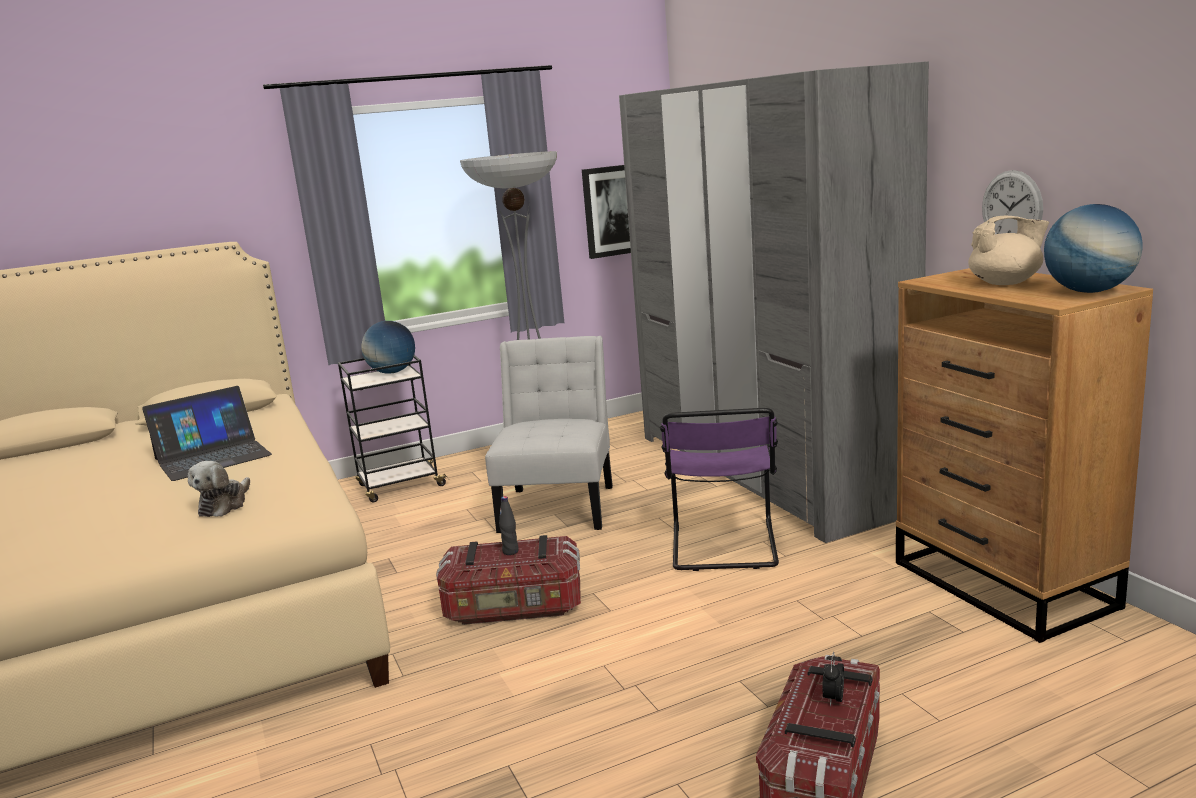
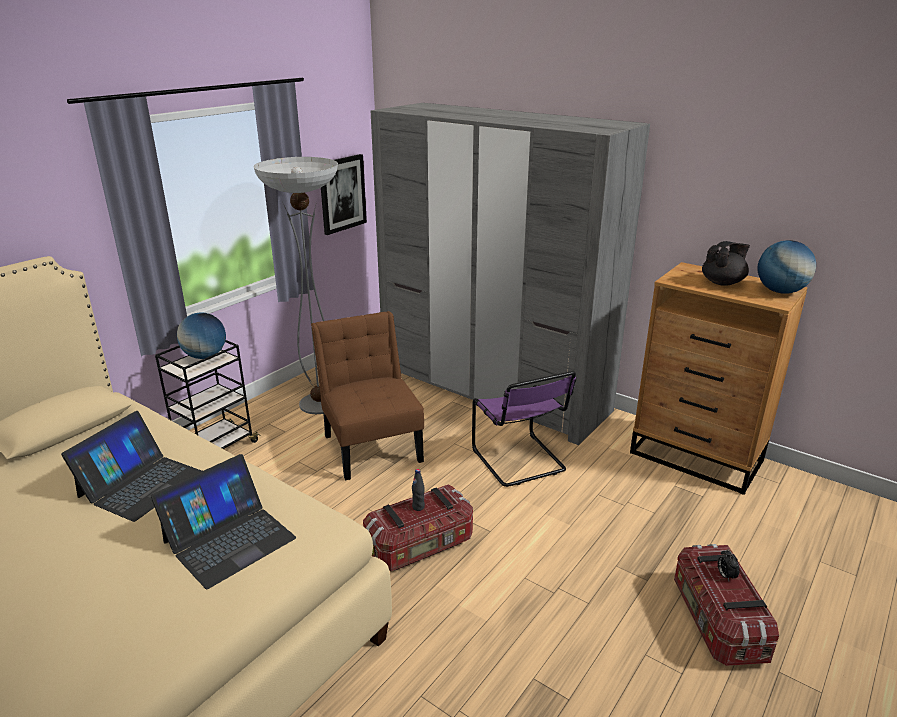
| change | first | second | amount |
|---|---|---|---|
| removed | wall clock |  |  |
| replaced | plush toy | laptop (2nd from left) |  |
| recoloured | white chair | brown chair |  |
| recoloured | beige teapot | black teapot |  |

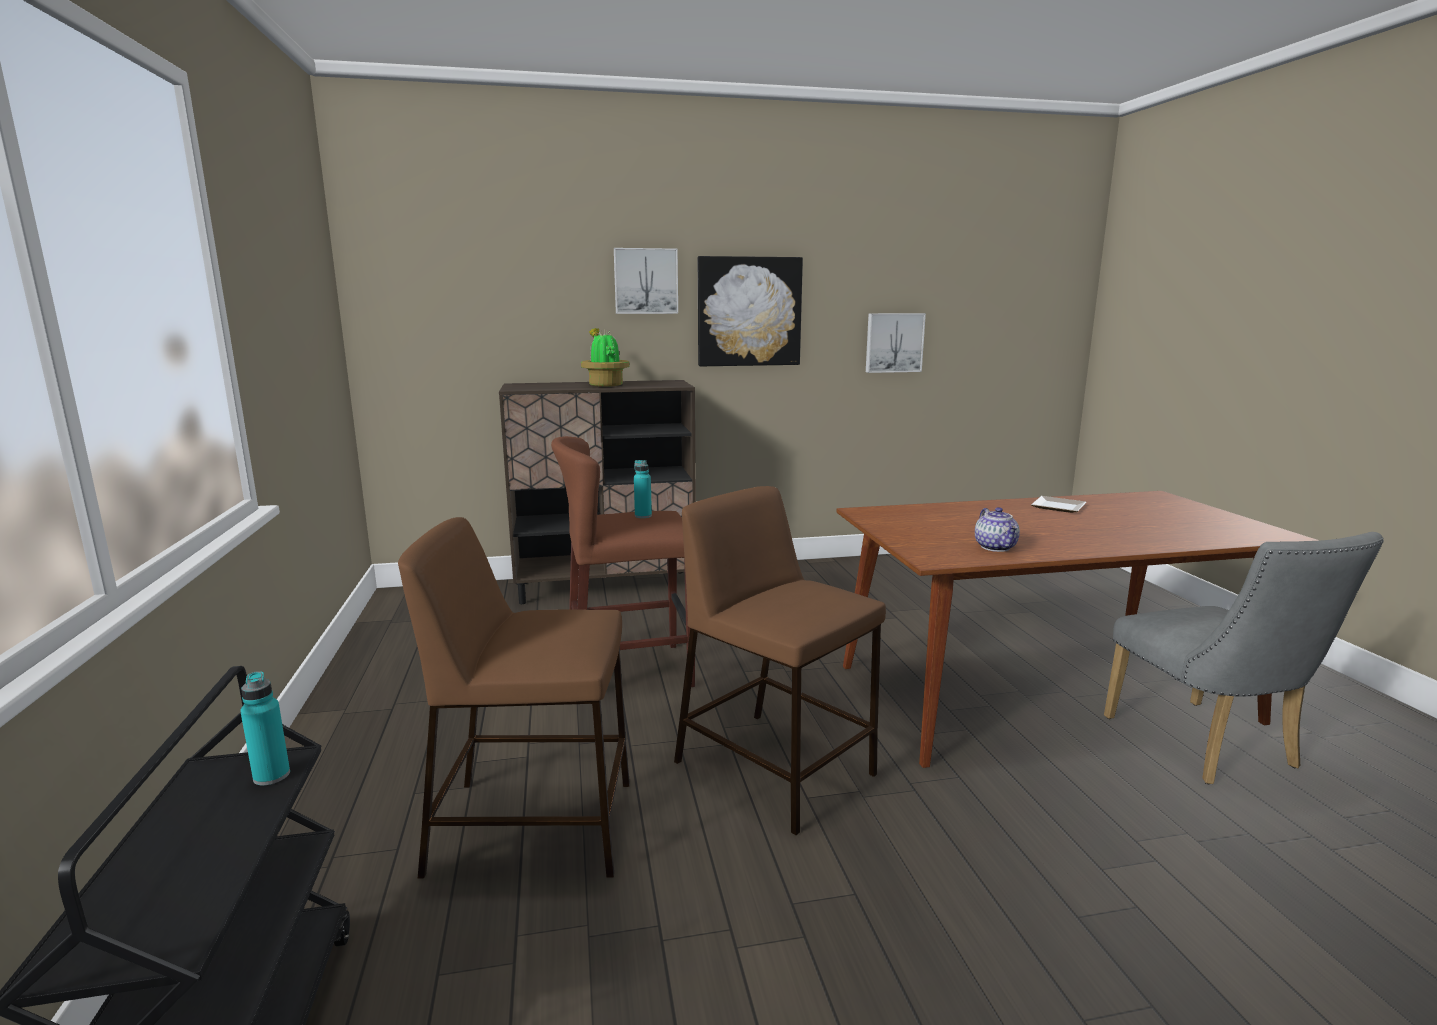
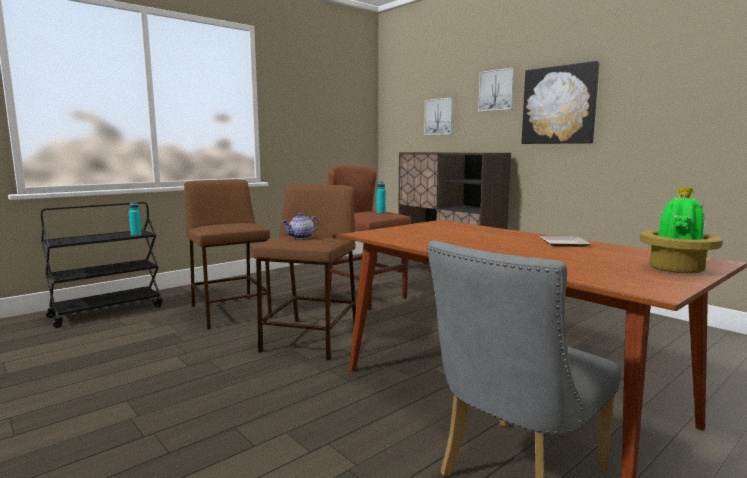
| change | first | second | amount |
|---|---|---|---|
| moved | potted plant |  |  |
| moved | picture (3rd from left in the first image) | picture (1st from left) |  |
| moved | teapot |  |  |

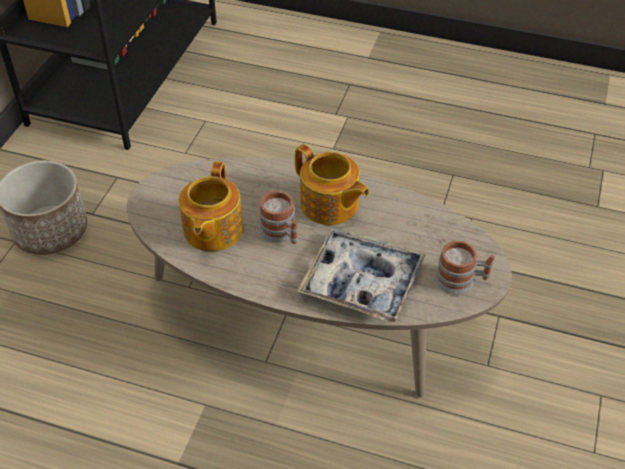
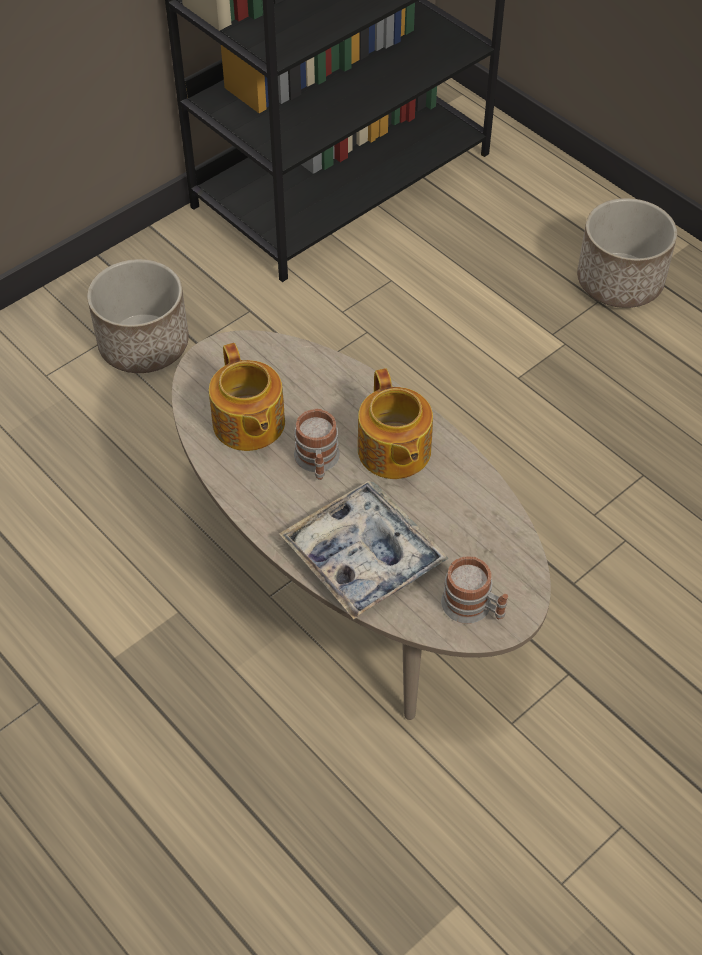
| change | first | second | amount |
|---|---|---|---|
| added |  | planter (2nd from left) |  |
| turned | teapot (1st from left) |  | 60 degrees counterclockwise |

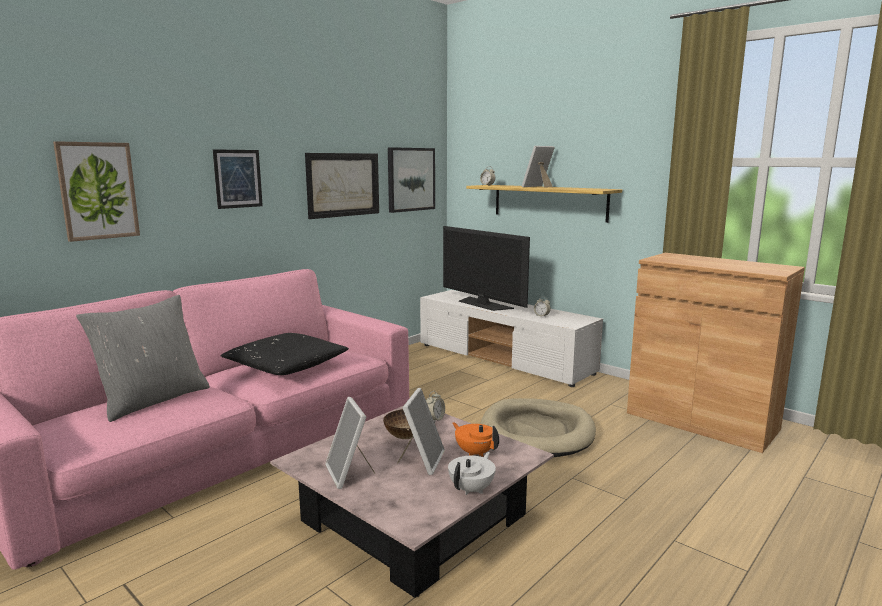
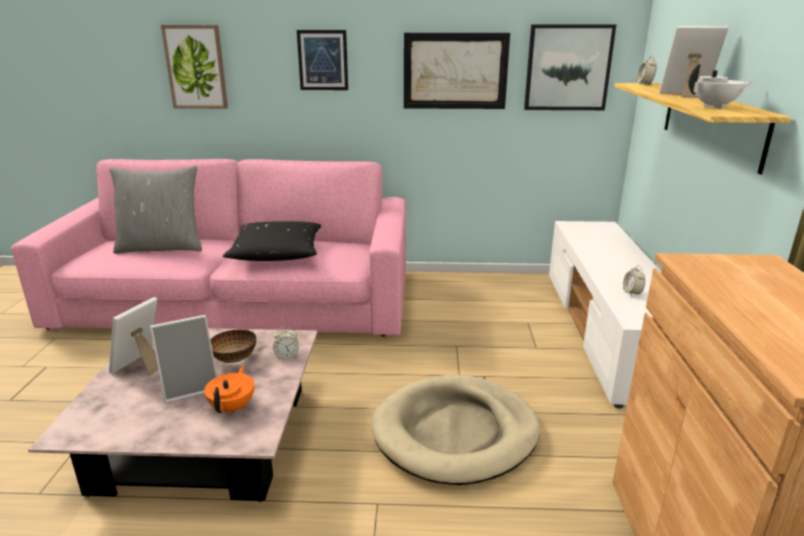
| change | first | second | amount |
|---|---|---|---|
| removed | television |  |  |
| moved | white teapot |  |  |

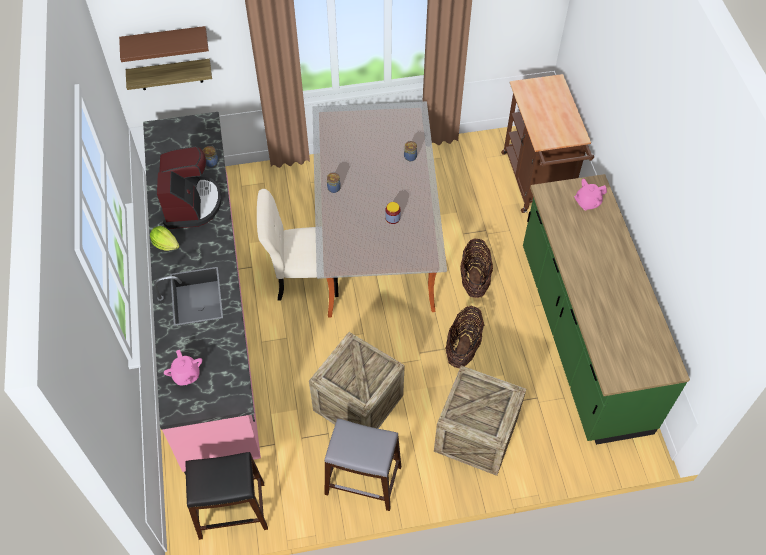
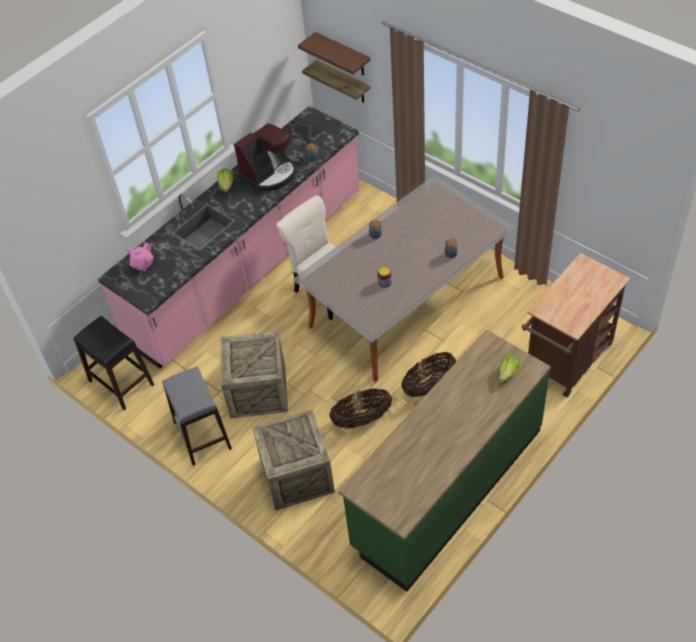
| change | first | second | amount |
|---|---|---|---|
| replaced | pink teapot (2nd from left) | lettuce (2nd from left) |  |

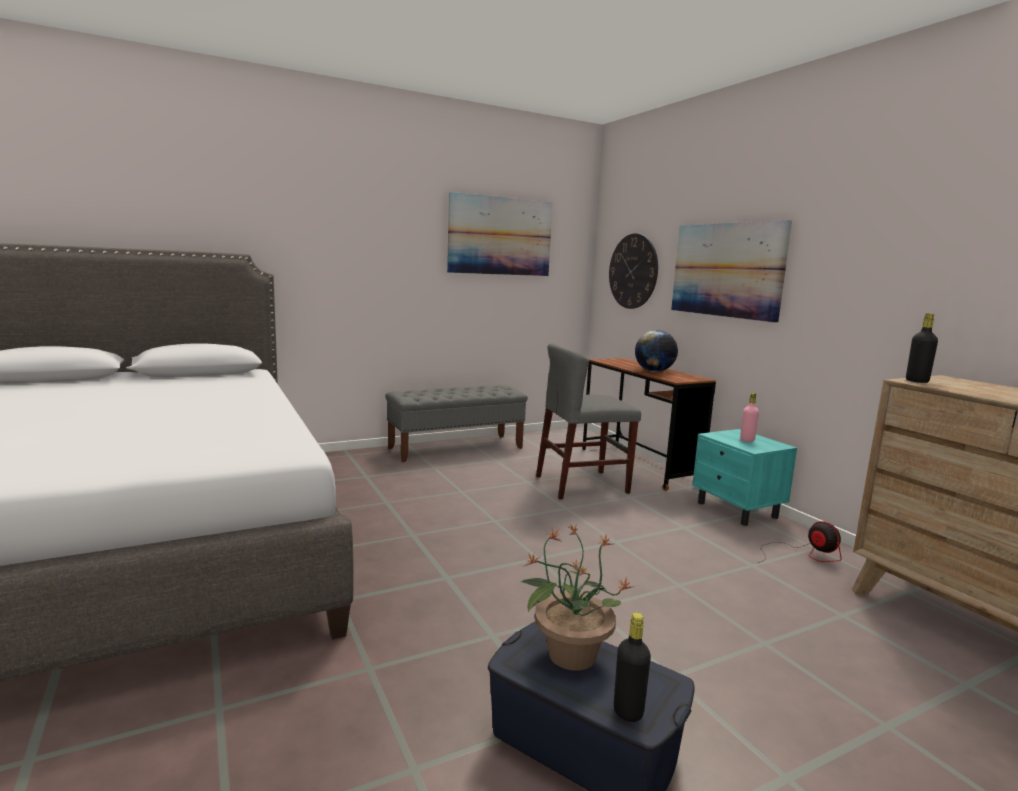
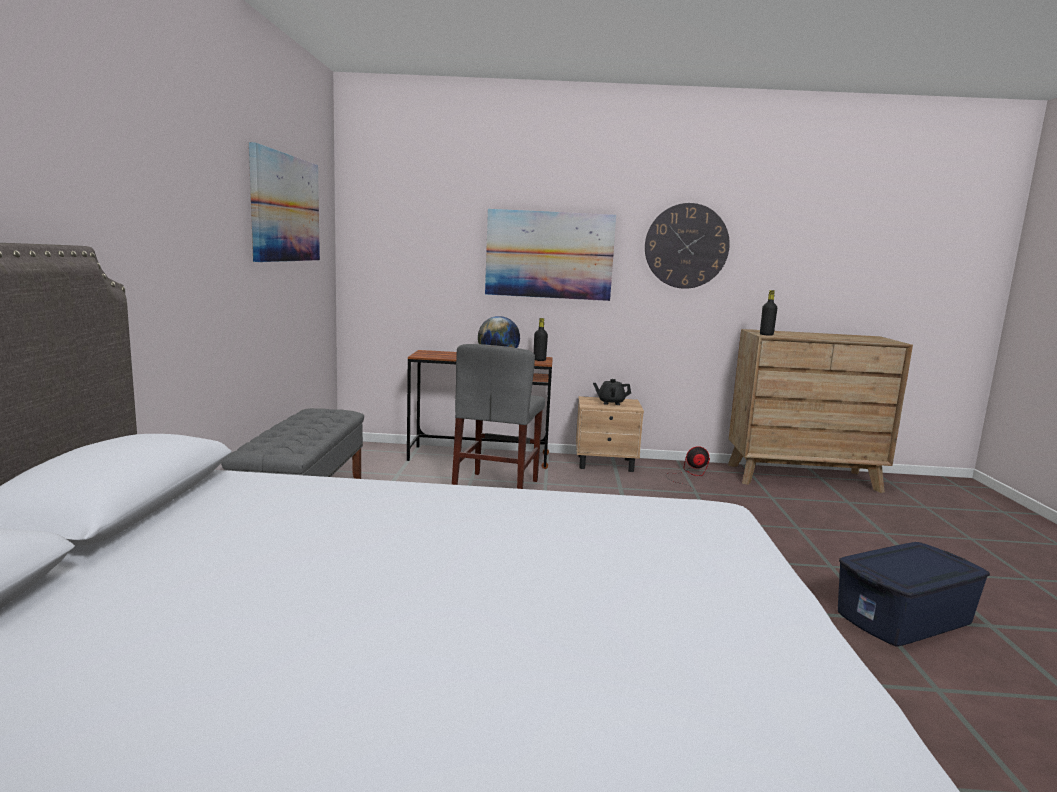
| change | first | second | amount |
|---|---|---|---|
| removed | potted plant |  |  |
| moved | wall clock |  |  |
| moved | black bottle (1st from left) |  |  |
| replaced | pink bottle | black teapot |  |
| recoloured | turquoise nightstand | beige nightstand |  |

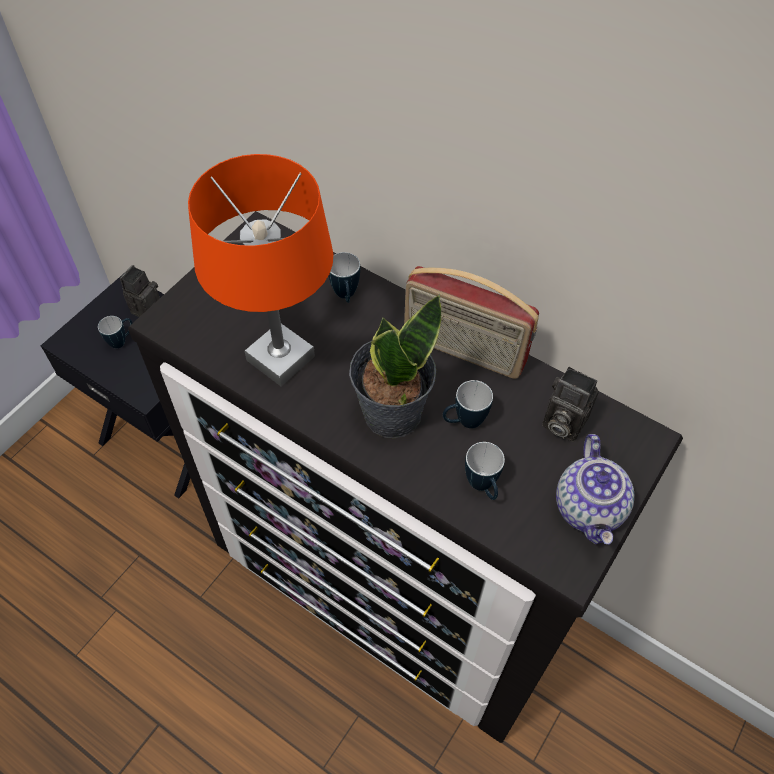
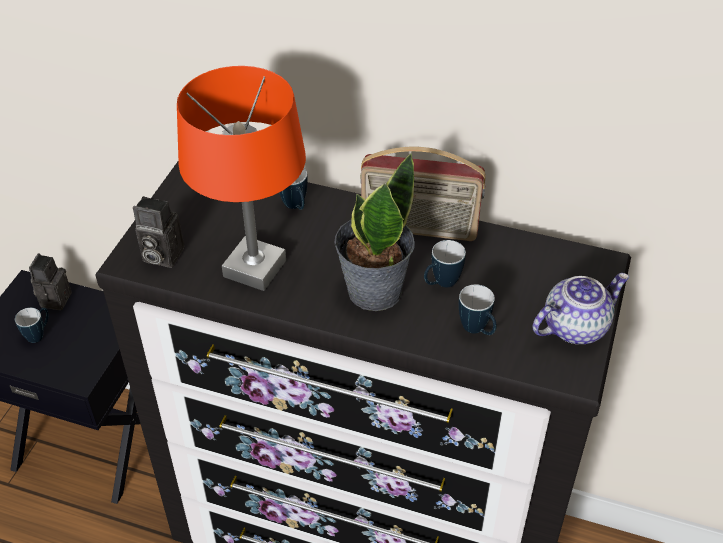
| change | first | second | amount |
|---|---|---|---|
| moved | photo camera (2nd from left) |  |  |
| turned | teapot |  | 105 degrees counterclockwise |

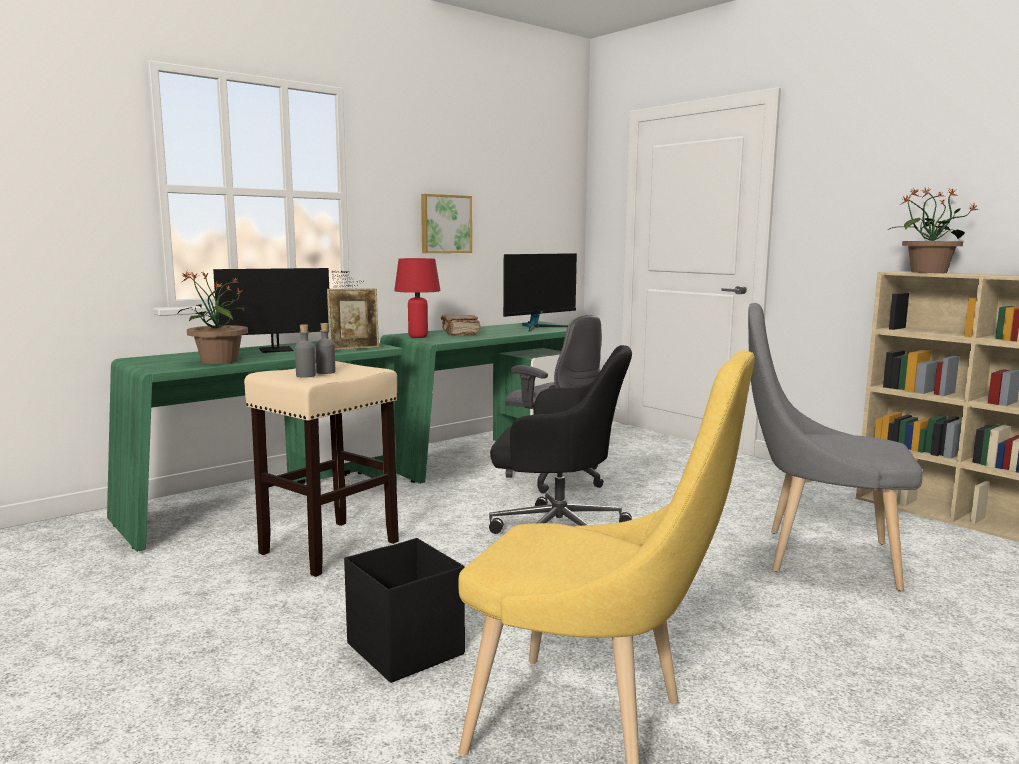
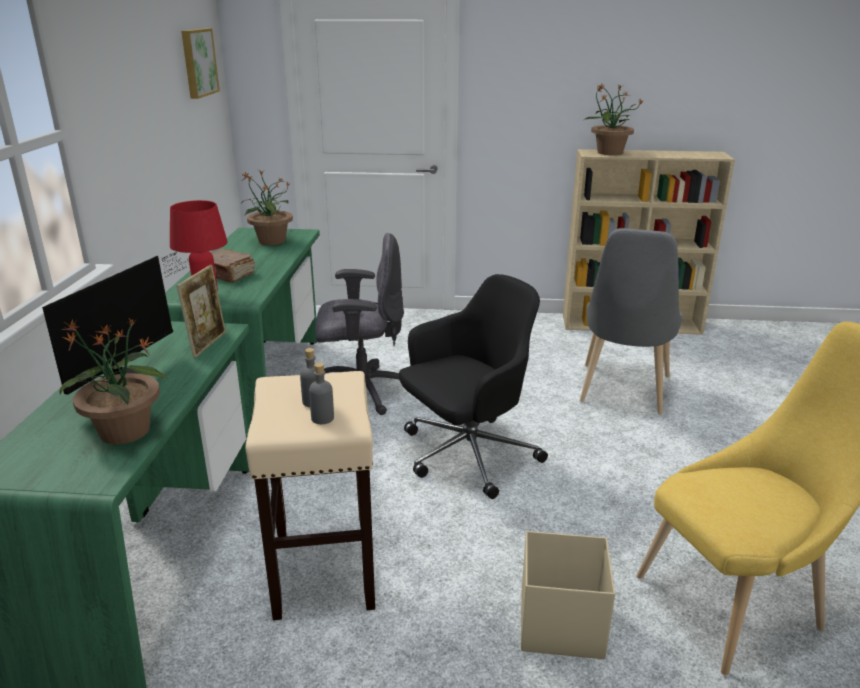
| change | first | second | amount |
|---|---|---|---|
| moved | picture |  |  |
| replaced | monitor (2nd from left) | potted plant (2nd from left) |  |
| recoloured | black storage box | beige storage box |  |
| turned | grey chair |  | 45 degrees counterclockwise |

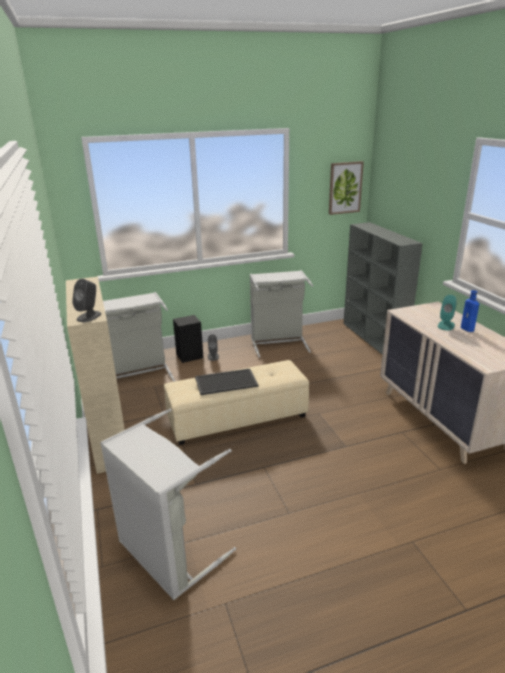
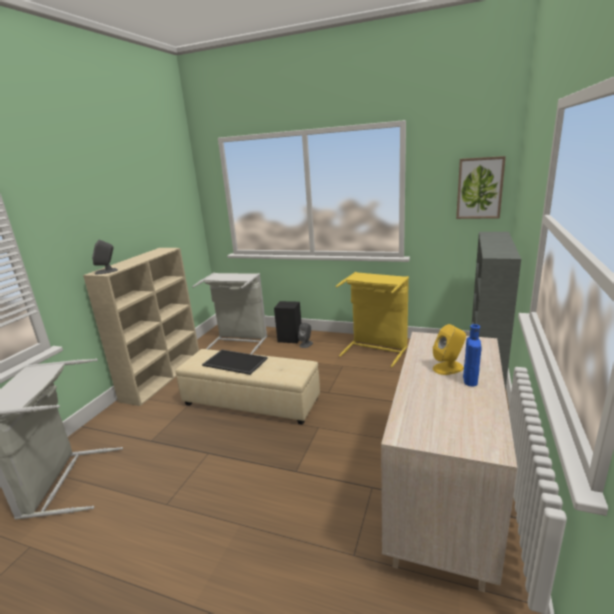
| change | first | second | amount |
|---|---|---|---|
| recoloured | grey laundry basket (3rd from left) | yellow laundry basket |  |
| recoloured | turquoise speaker | yellow speaker |  |

